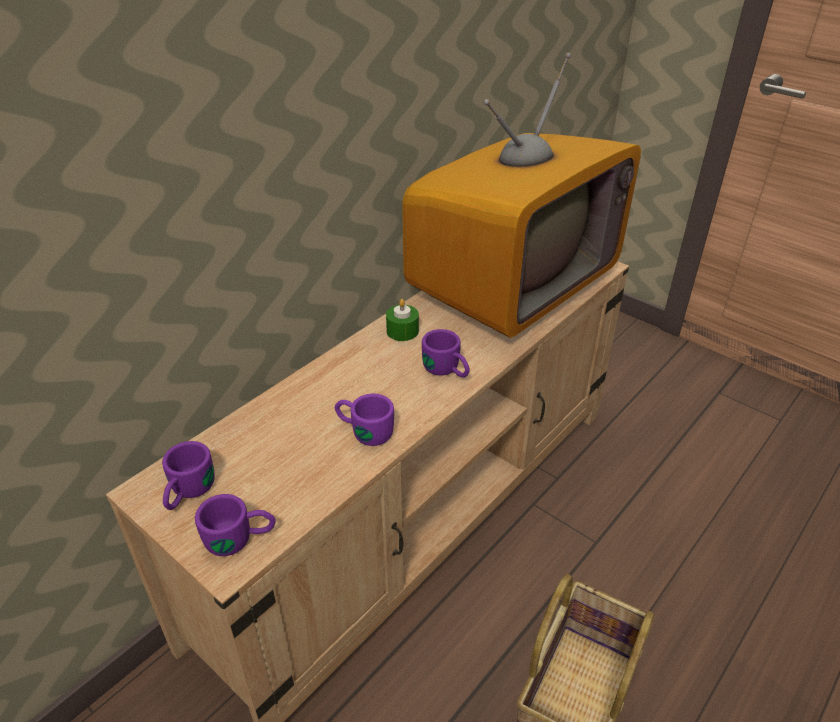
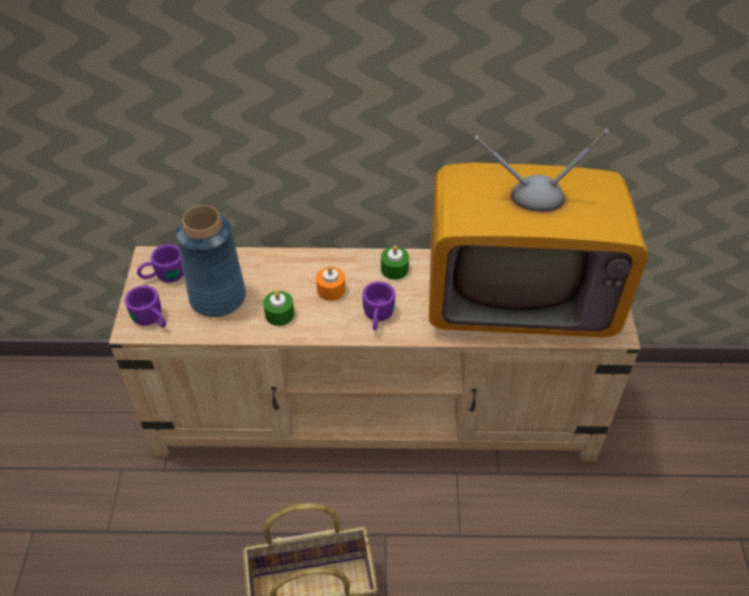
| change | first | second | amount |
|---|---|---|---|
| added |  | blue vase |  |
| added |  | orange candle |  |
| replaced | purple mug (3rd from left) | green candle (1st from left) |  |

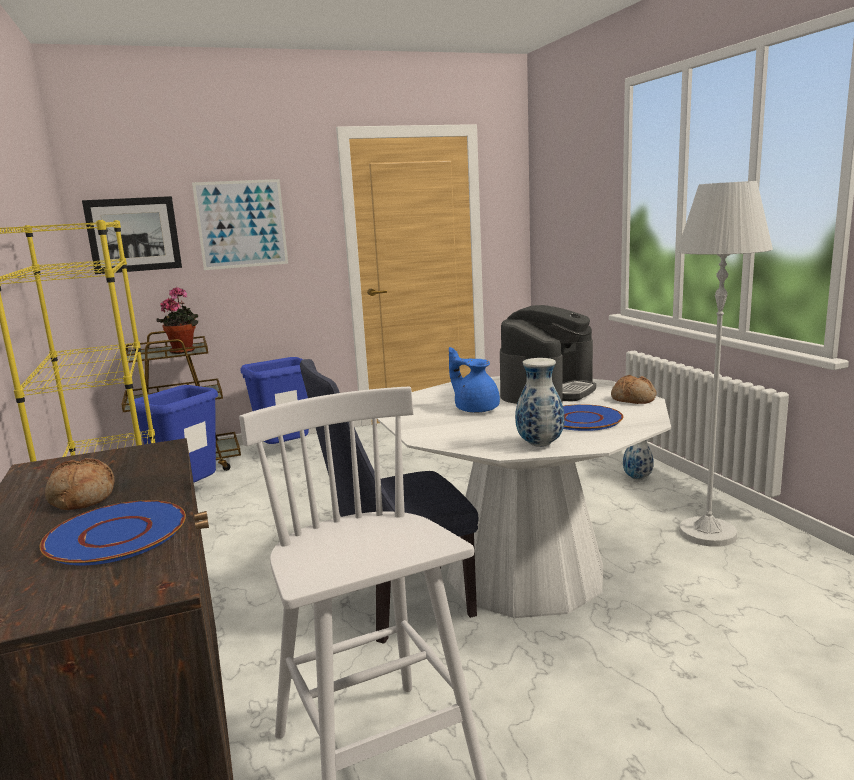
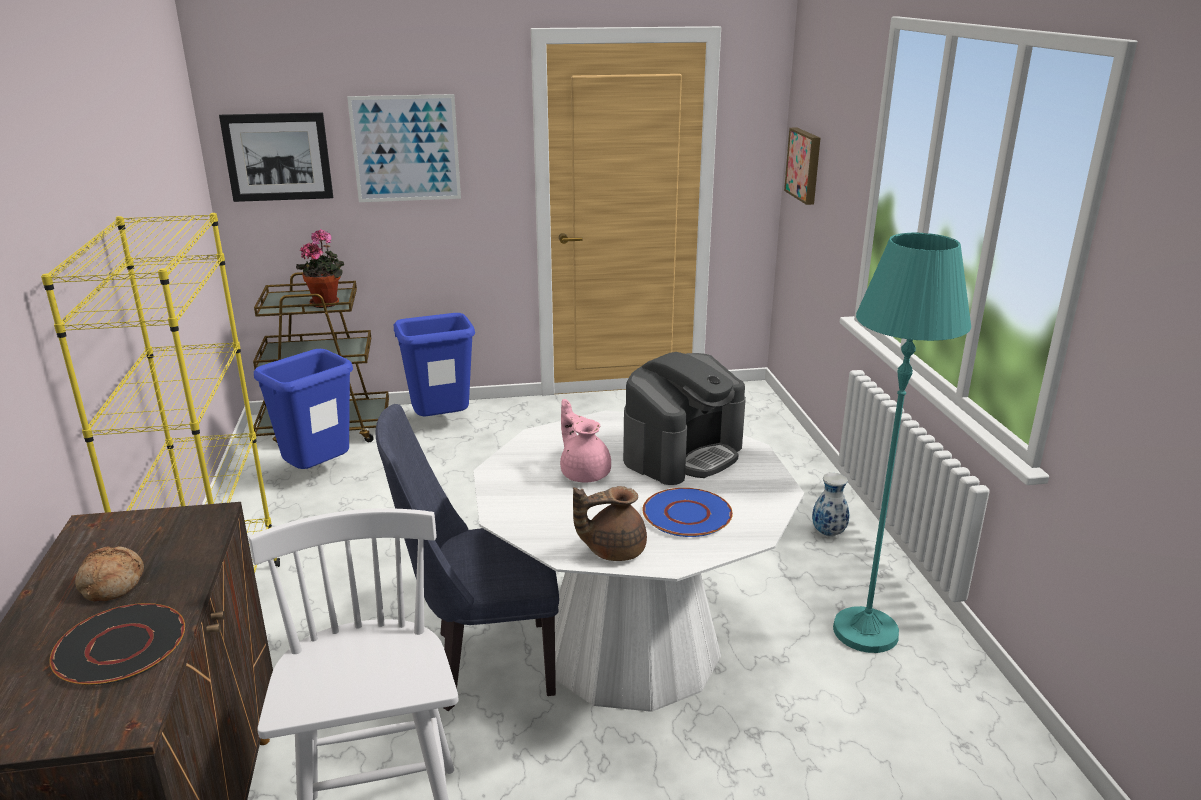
| change | first | second | amount |
|---|---|---|---|
| removed | bread (2nd from left) |  |  |
| added |  | picture (3rd from left) |  |
| replaced | vase (1st from left) | brown teapot |  |
| recoloured | blue plate (1st from left) | black plate |  |
| recoloured | blue teapot | pink teapot |  |
| recoloured | white floor lamp | turquoise floor lamp |  |

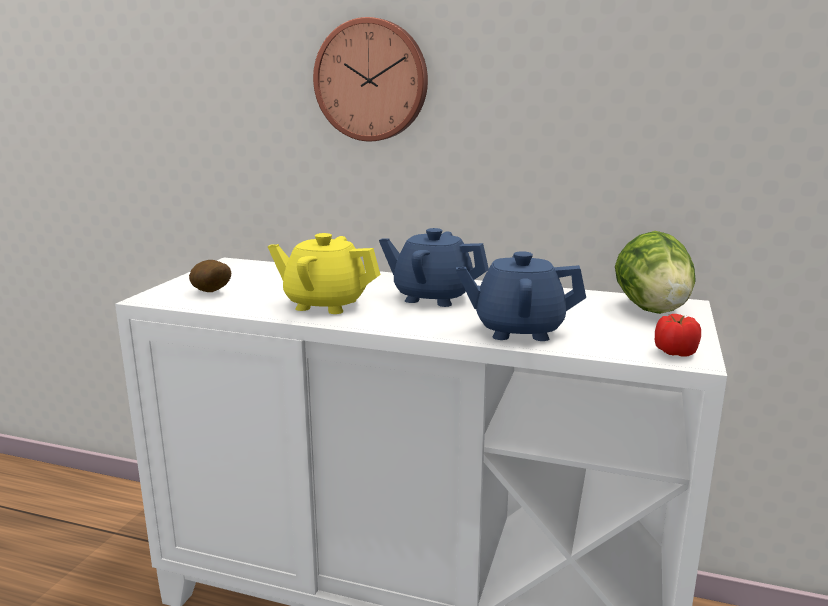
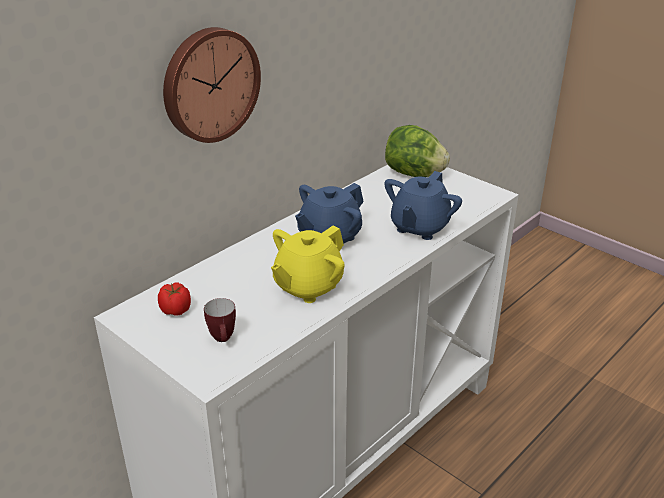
| change | first | second | amount |
|---|---|---|---|
| moved | tomato |  |  |
| replaced | potato | mug |  |

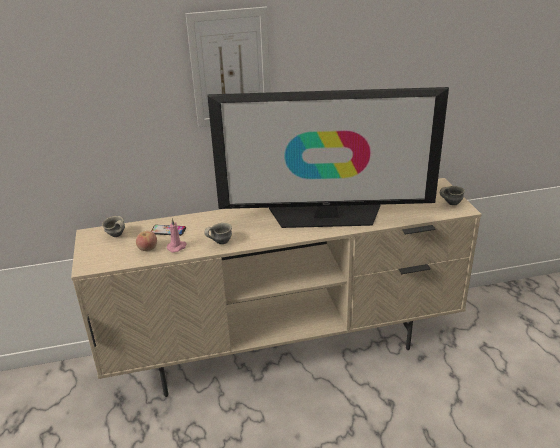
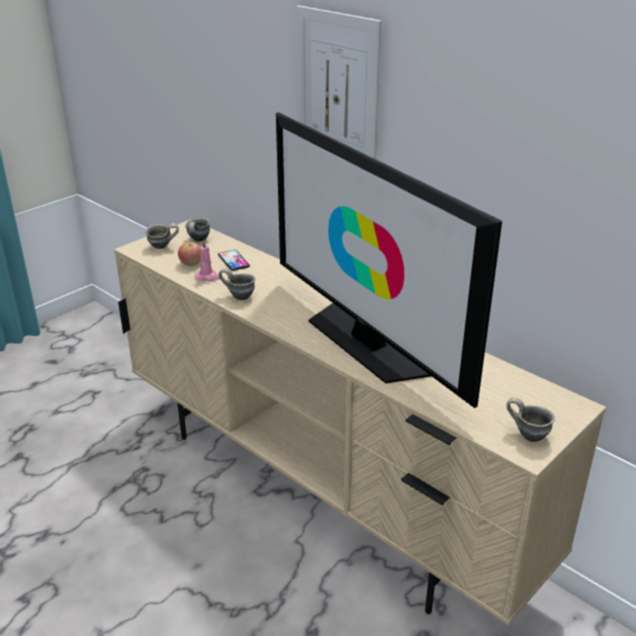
| change | first | second | amount |
|---|---|---|---|
| added |  | grey mug (1st from left) |  |

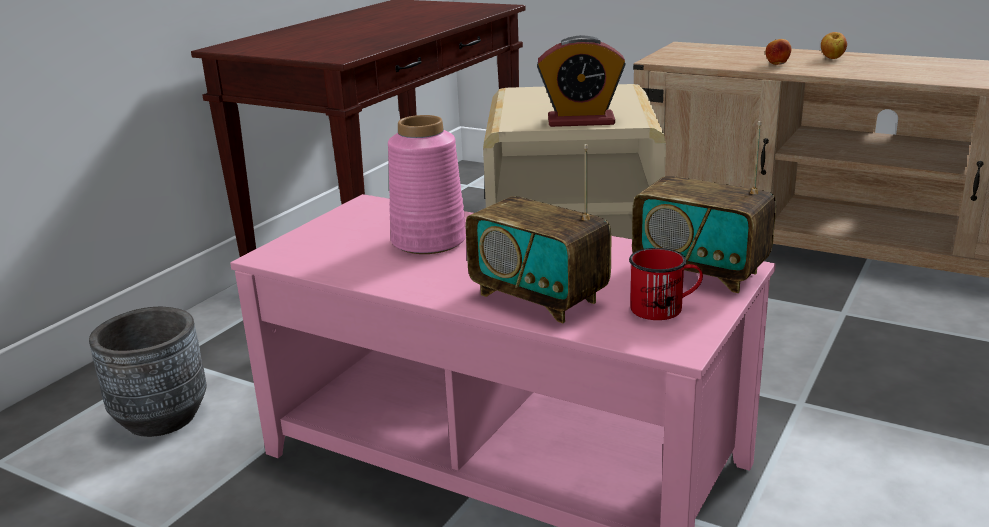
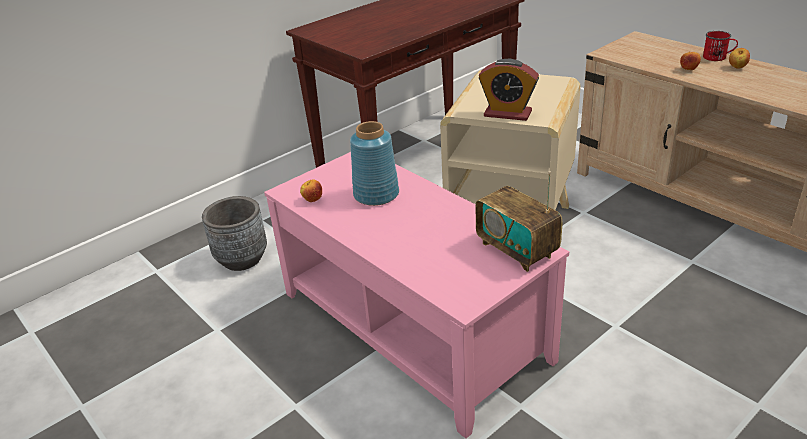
| change | first | second | amount |
|---|---|---|---|
| removed | radio (1st from left) |  |  |
| added |  | apple (1st from left) |  |
| moved | red mug |  |  |
| recoloured | pink vase | blue vase |  |

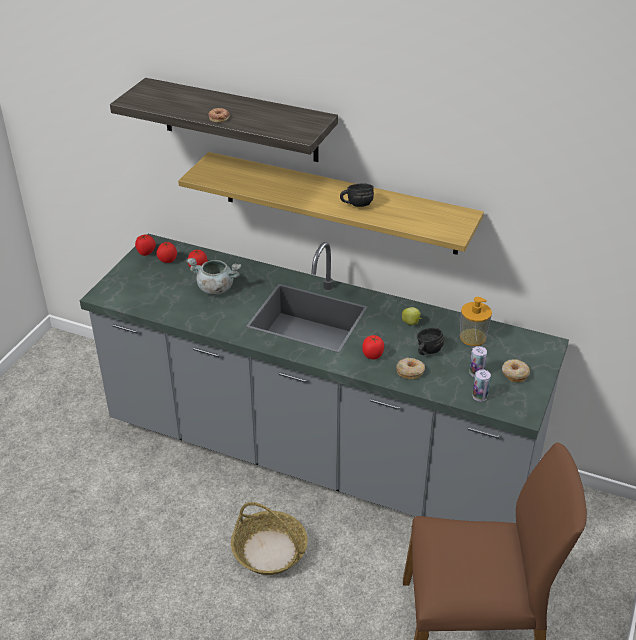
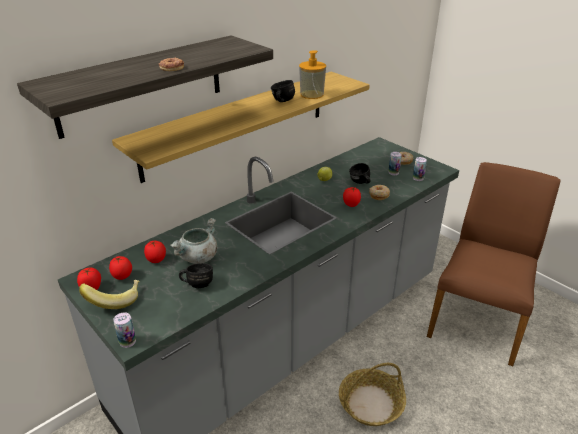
| change | first | second | amount |
|---|---|---|---|
| added |  | banana |  |
| added |  | can (1st from left) |  |
| added |  | black mug (1st from left) |  |
| moved | soap dispenser |  |  |

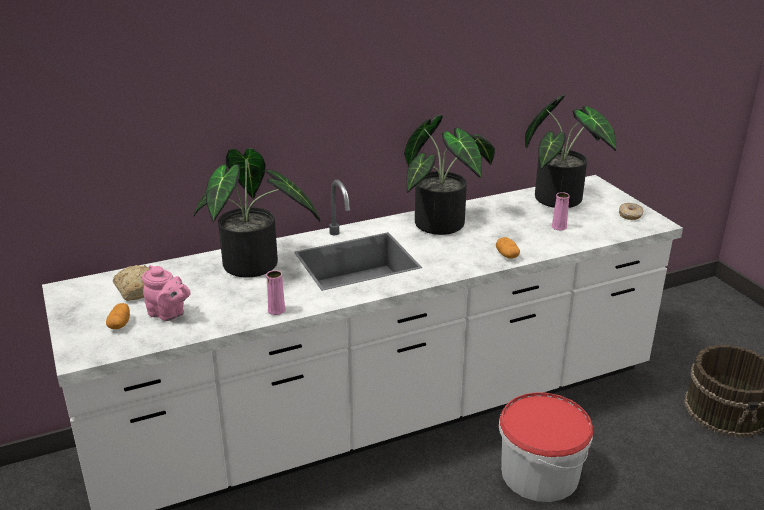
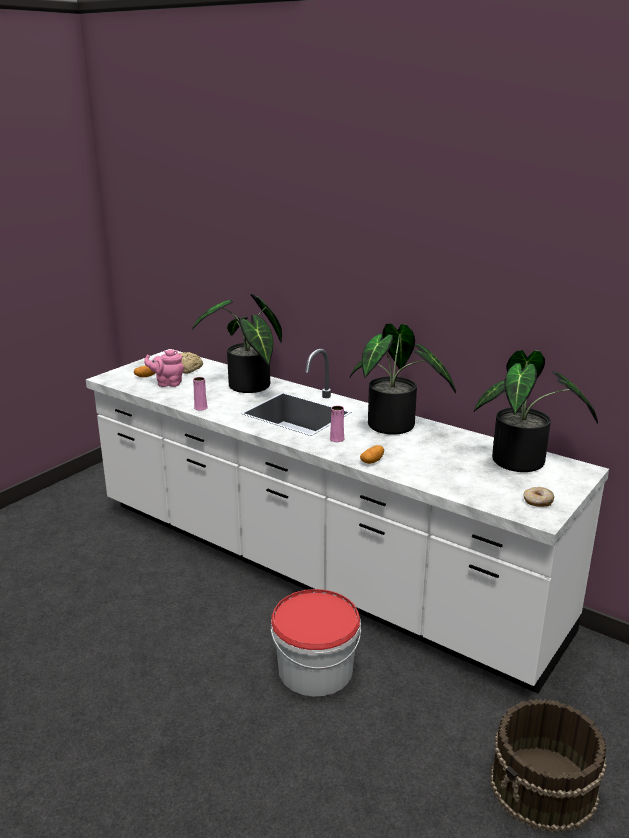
| change | first | second | amount |
|---|---|---|---|
| moved | pink vase (2nd from left) |  |  |
| turned | pink teapot |  | 90 degrees clockwise |

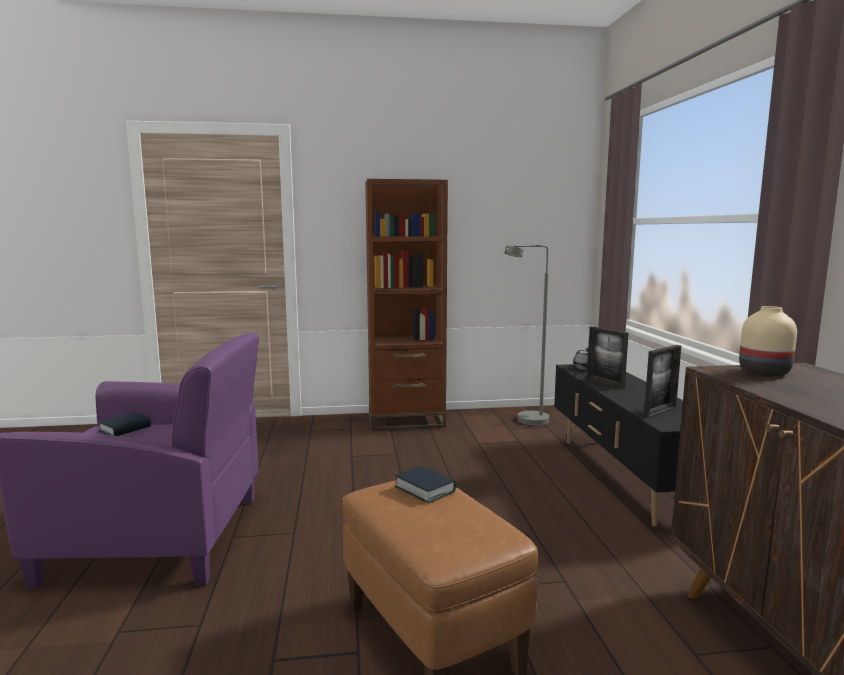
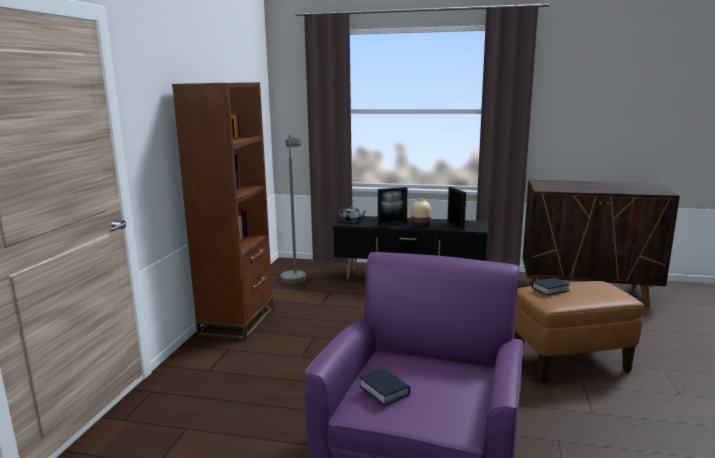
| change | first | second | amount |
|---|---|---|---|
| moved | beige vase |  |  |

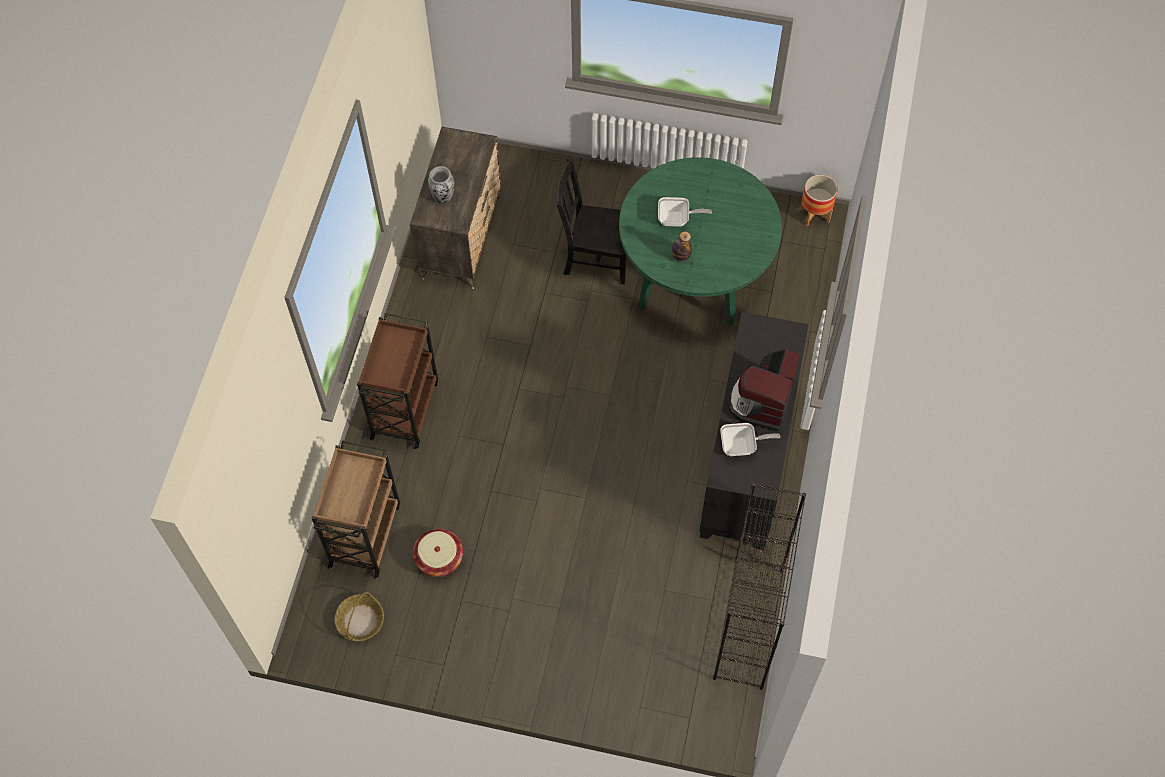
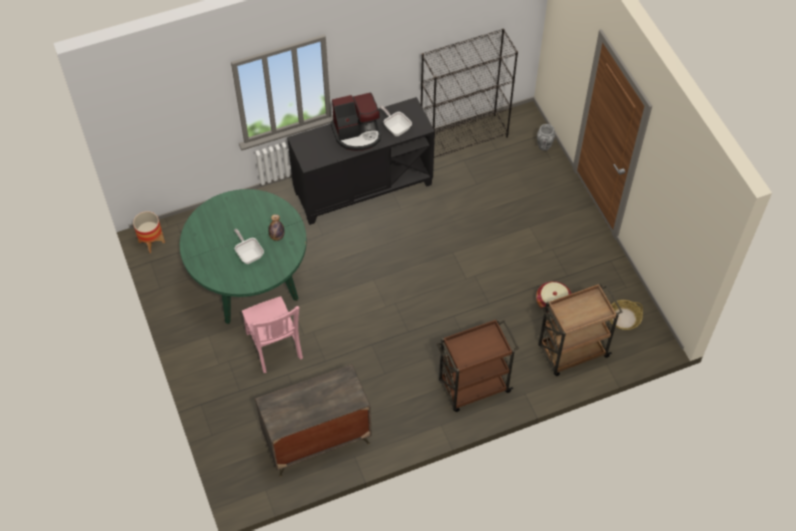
| change | first | second | amount |
|---|---|---|---|
| moved | vase |  |  |
| recoloured | black chair | pink chair |  |

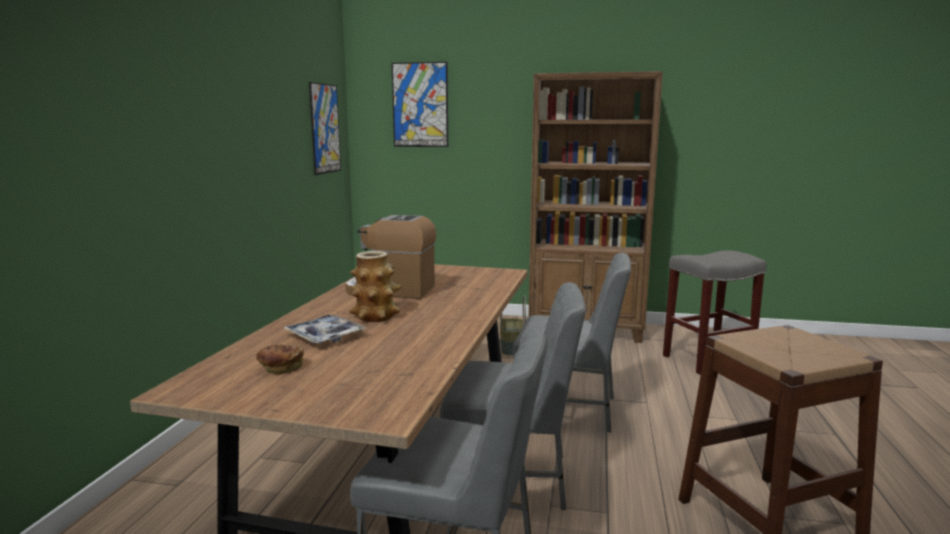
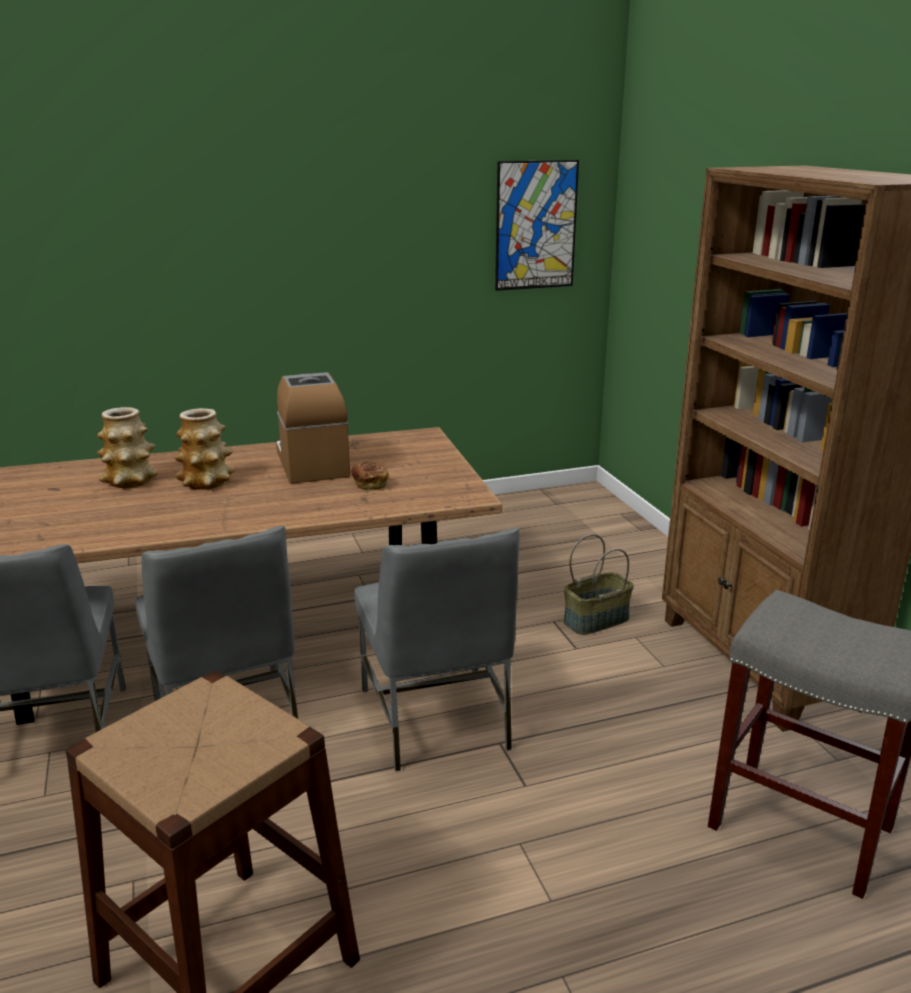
| change | first | second | amount |
|---|---|---|---|
| removed | picture (2nd from left) |  |  |
| moved | bread |  |  |
| replaced | tray | vase (1st from left) |  |

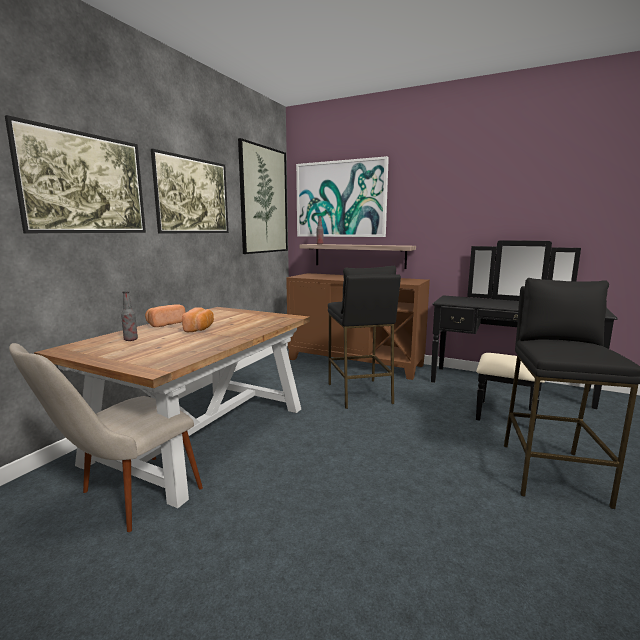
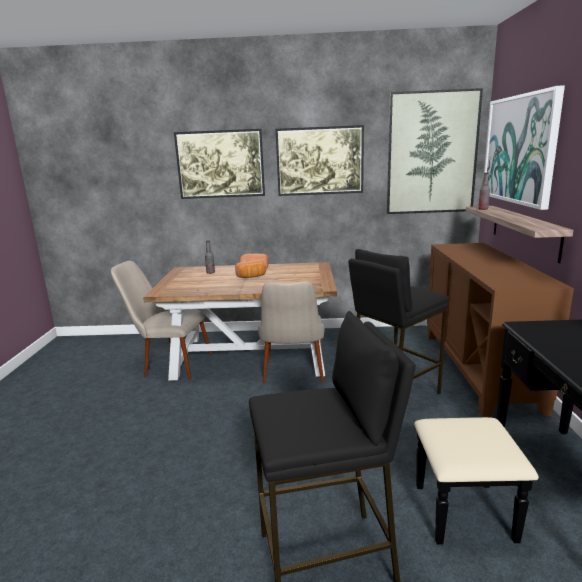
| change | first | second | amount |
|---|---|---|---|
| added |  | beige chair (2nd from left) |  |

